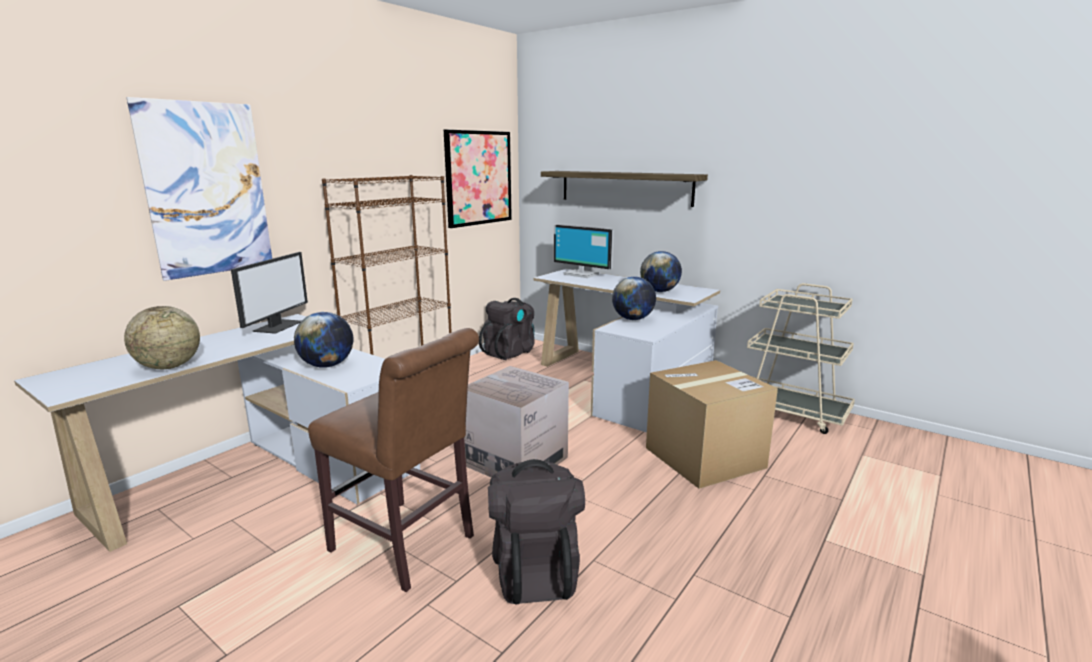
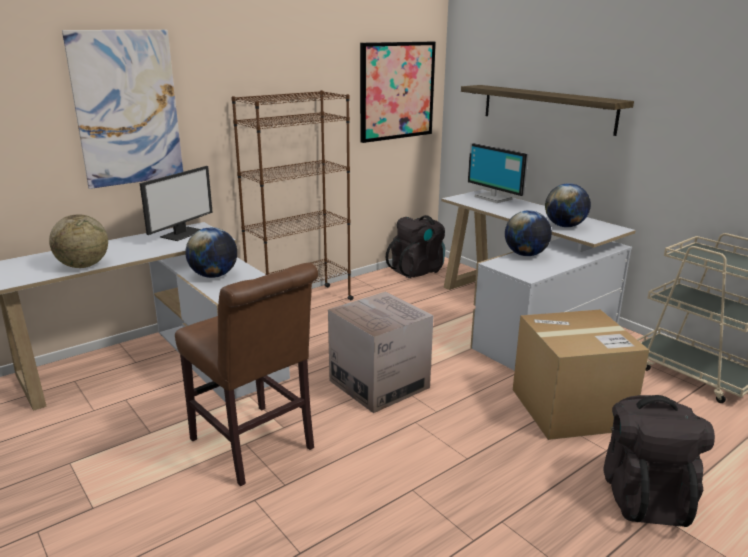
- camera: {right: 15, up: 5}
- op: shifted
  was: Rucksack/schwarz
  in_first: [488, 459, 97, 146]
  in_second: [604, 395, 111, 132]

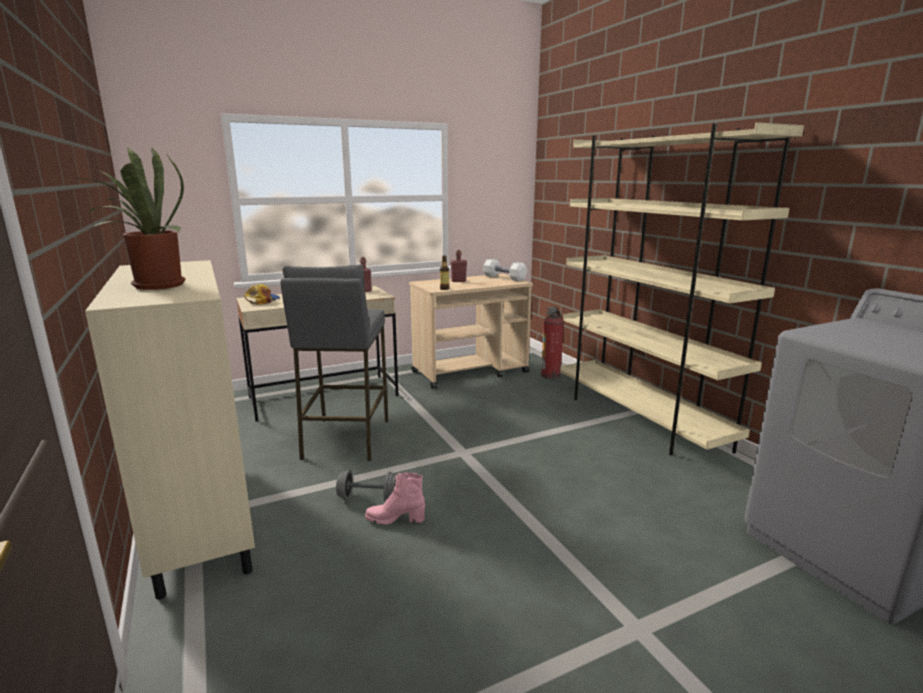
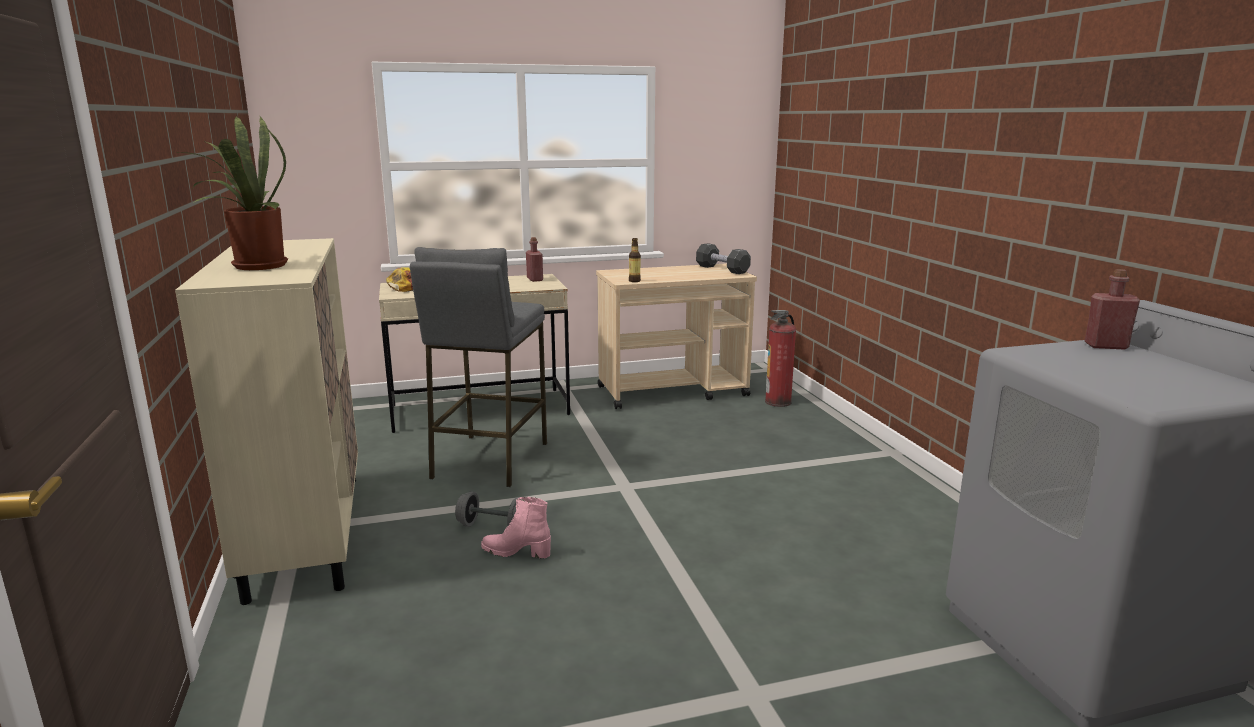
- camera: {right: 10, up: 0}
- op: repainted
  was: Hantel/weiß
  now: Hantel/schwarz
  in_first: [483, 259, 44, 22]
  in_second: [696, 243, 55, 31]
- op: shifted
  was: Flasche/rot
  in_first: [451, 250, 16, 32]
  in_second: [1085, 269, 55, 81]
- op: gone
  was: Bücherregal/beige
  in_first: [560, 122, 244, 333]

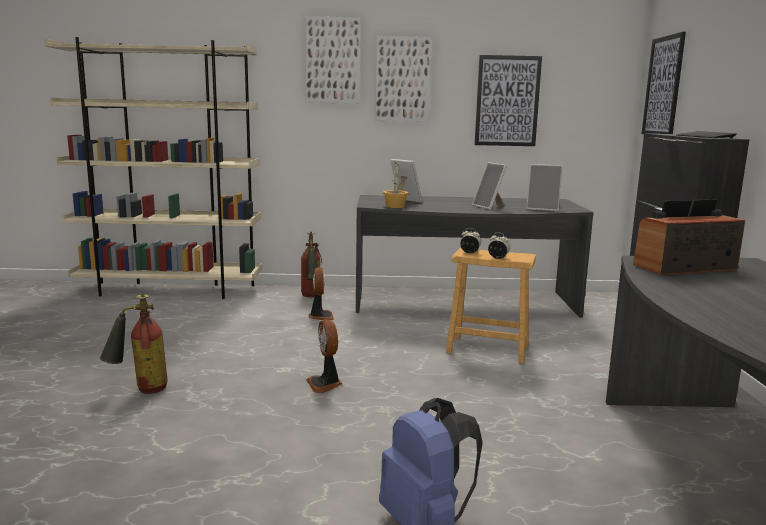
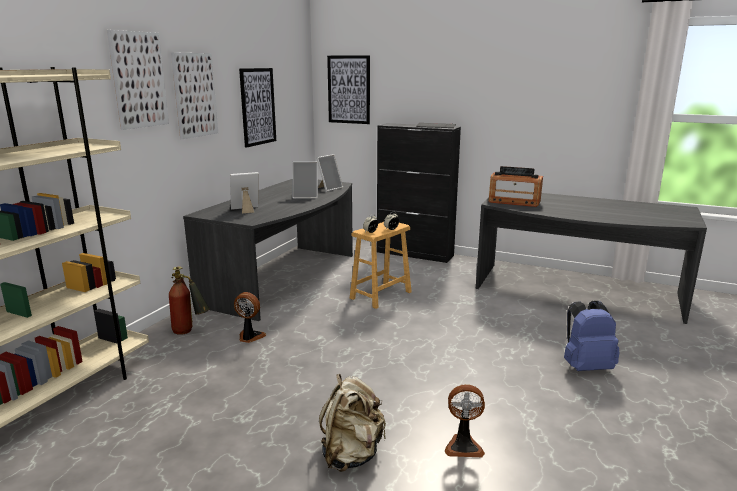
- camera: {right: -65, up: 5}
- op: swapped
  was: Feuerlöscher
  now: Rucksack/beige
  in_first: [100, 294, 68, 100]
  in_second: [319, 374, 67, 98]
- op: shifted
  was: Ventilator
  in_first: [306, 319, 36, 74]
  in_second: [445, 384, 40, 73]
- op: rotated
  was: Radio
  in_first: [633, 199, 112, 76]
  in_second: [489, 166, 54, 41]
  clockwise: -75
- op: gone
  was: Topfpflanze
  in_first: [382, 162, 27, 46]

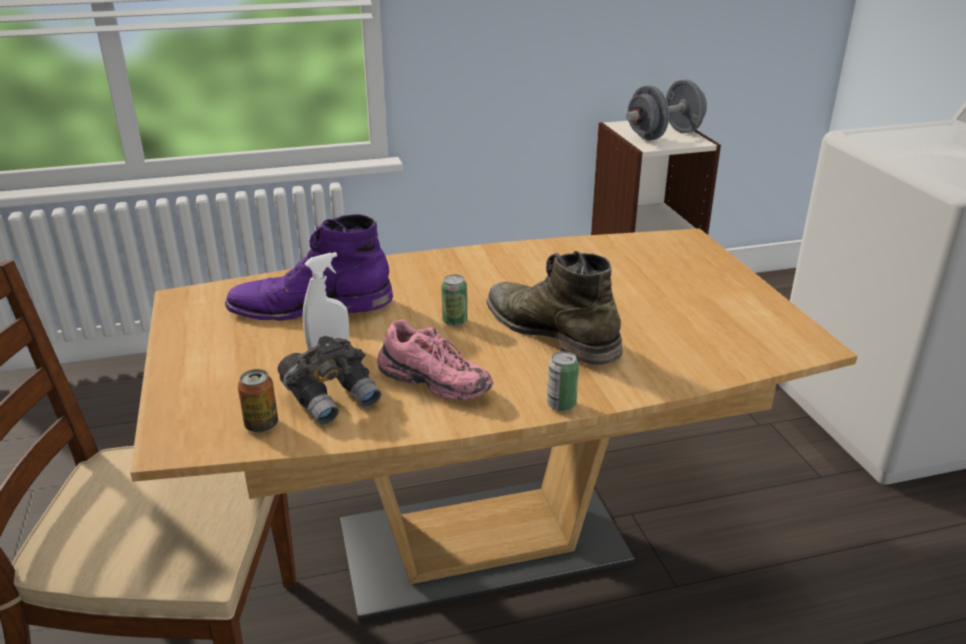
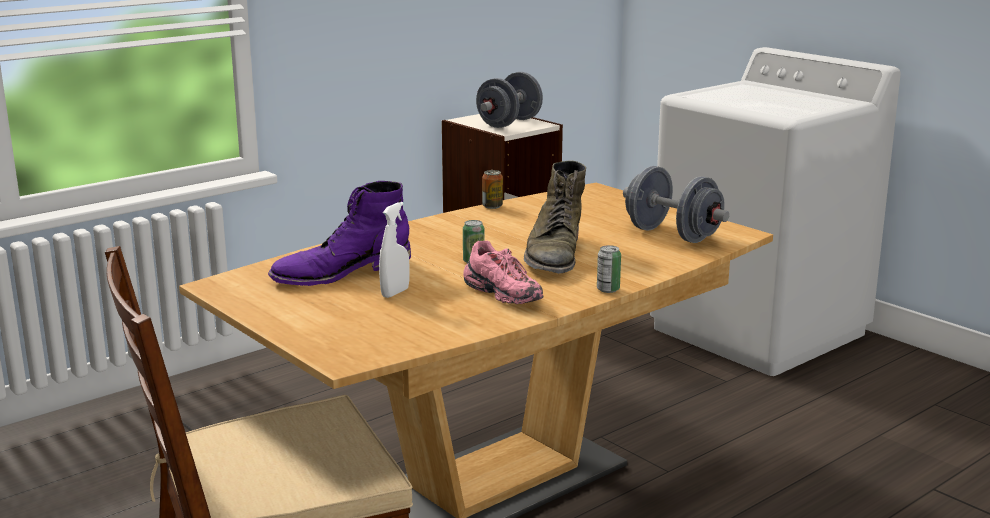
- camera: {right: -25, up: -10}
- op: rotated
  was: Schuh/rosa
  in_first: [377, 320, 117, 80]
  in_second: [463, 240, 80, 64]
  clockwise: 45
- op: shifted
  was: Dose
  in_first: [238, 369, 40, 64]
  in_second: [482, 170, 21, 39]
- op: rotated
  was: Stiefel/grün
  in_first: [486, 251, 137, 114]
  in_second: [524, 161, 62, 113]
  clockwise: -105
- op: new
  now: Hantel/grau
  in_second: [623, 166, 106, 77]
- op: gone
  was: Fernglas/grau
  in_first: [278, 336, 103, 89]

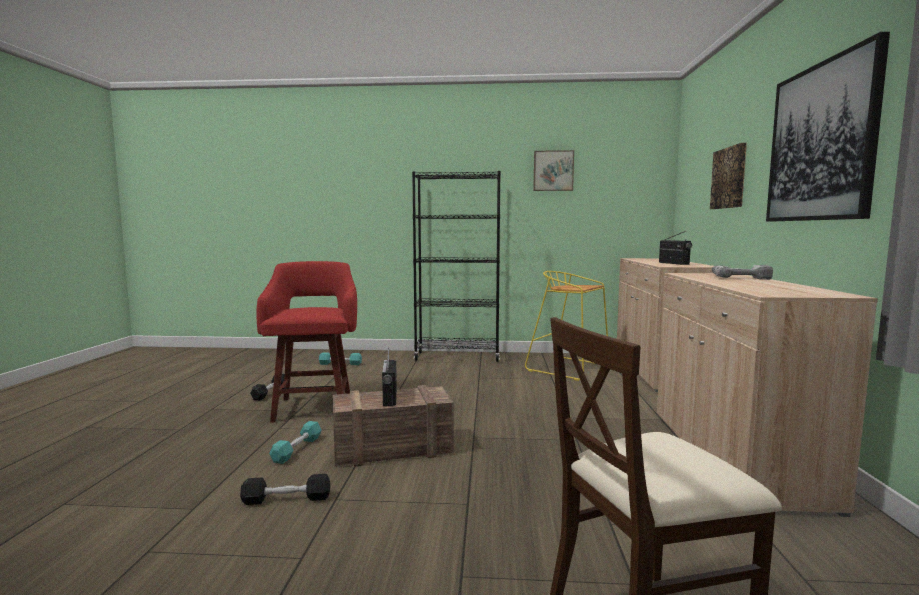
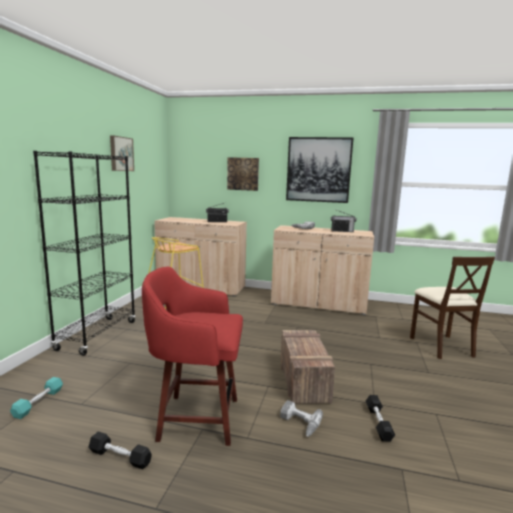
- camera: {right: -80, up: 5}
- op: swapped
  was: Hantel/türkis
  now: Bohrmaschine
  in_first: [269, 421, 53, 43]
  in_second: [280, 400, 43, 37]
- op: shifted
  was: Radio
  in_first: [382, 347, 15, 60]
  in_second: [331, 210, 25, 22]

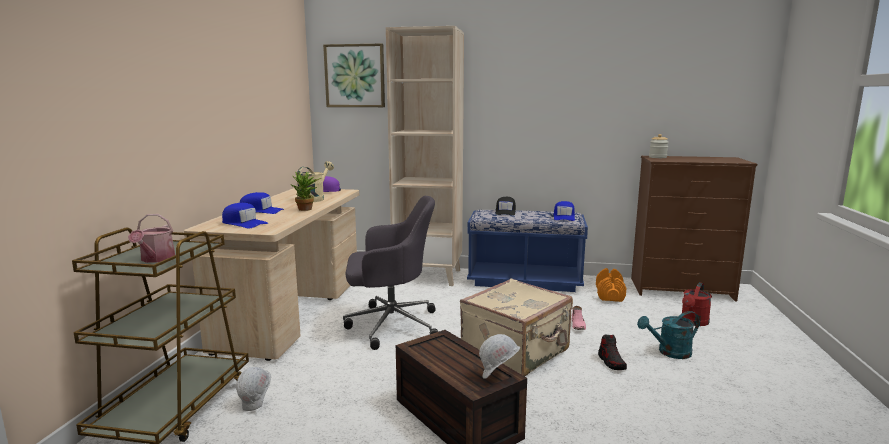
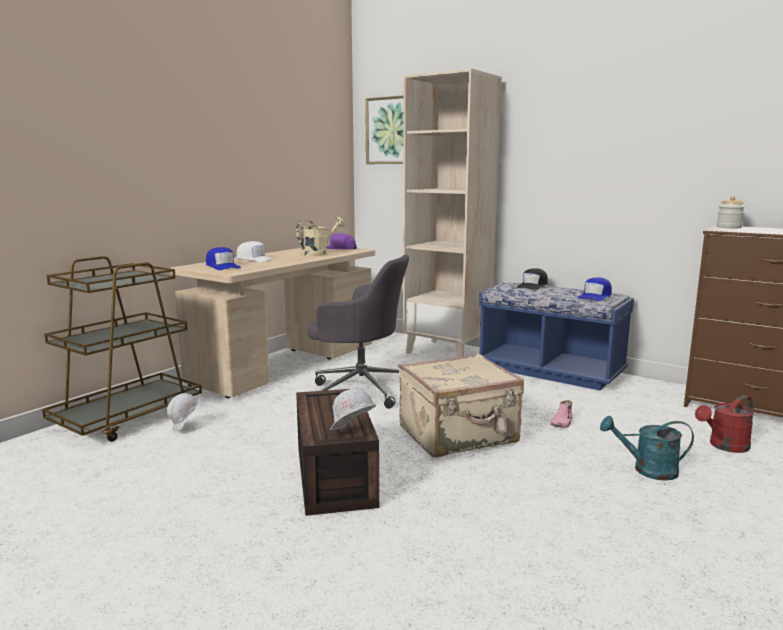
- camera: {right: 25, up: 0}
- op: repainted
  was: Kappe/blau
  now: Kappe/weiß
  in_first: [240, 192, 44, 22]
  in_second: [236, 241, 40, 21]
- op: gone
  was: Gießkanne
  in_first: [128, 214, 47, 49]
- op: gone
  was: Topfpflanze
  in_first: [290, 171, 31, 40]
- op: gone
  was: Hantel/orange
  in_first: [596, 268, 30, 34]
- op: gone
  was: Schuh
  in_first: [598, 334, 29, 36]

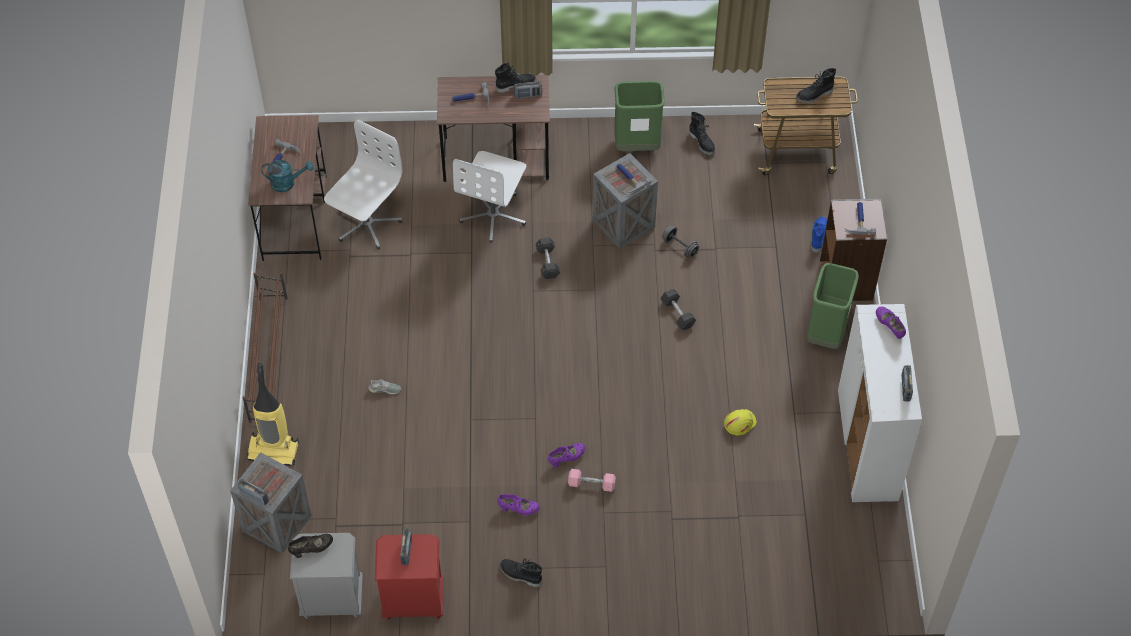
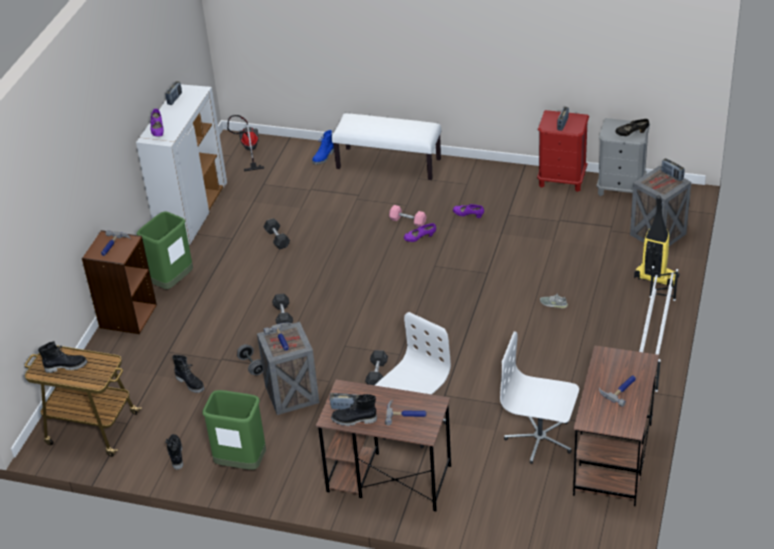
- camera: {right: -160, up: -15}
- op: shifted
  was: Stiefel/schwarz
  in_first: [499, 558, 43, 29]
  in_second: [172, 355, 32, 38]
- op: new
  now: Staubsauger
  in_second: [227, 115, 37, 56]
- op: swapped
  was: Schutzhelm/gelb
  now: Hantel/grau
  in_first: [724, 409, 33, 27]
  in_second: [264, 218, 26, 31]
- op: shifted
  was: Stiefel/blau
  in_first: [811, 216, 16, 37]
  in_second: [312, 130, 22, 35]
- op: new
  now: Bank/weiß
  in_second: [332, 113, 109, 67]
- op: rotated
  was: Bürostuhl/weiß
  in_first: [324, 120, 78, 129]
  in_second: [500, 332, 79, 132]
  clockwise: 60
- op: repainted
  was: Schuhregal/braun
  now: Schuhregal/weiß
  in_first: [243, 272, 45, 151]
  in_second: [639, 266, 39, 126]
- op: gone
  was: Gießkanne/türkis
  in_first: [262, 160, 51, 32]

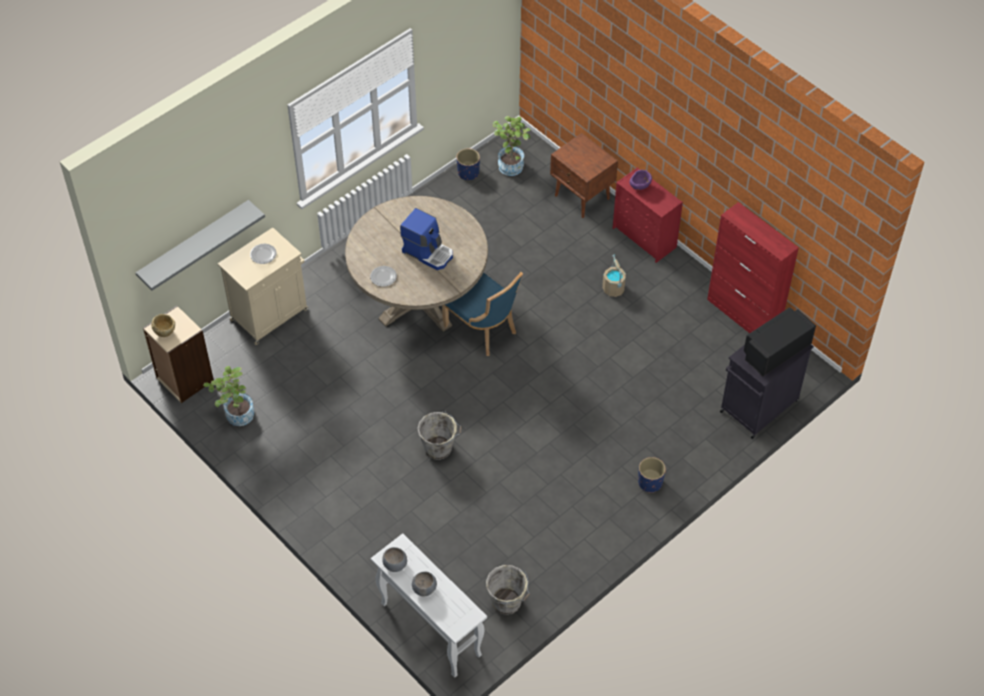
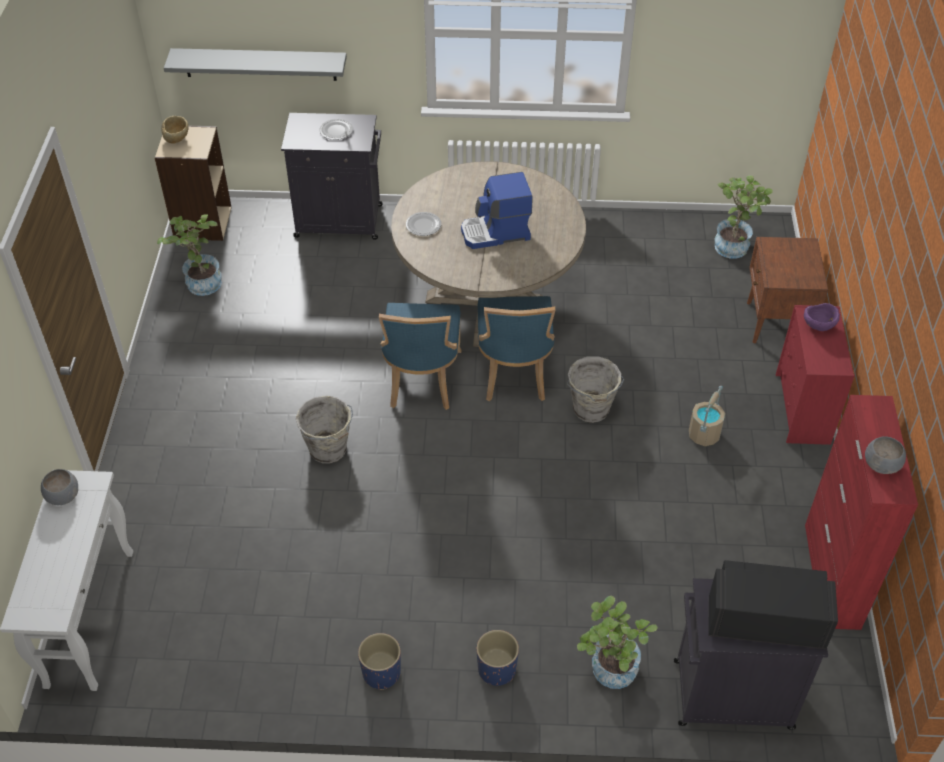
- camera: {right: 45, up: -5}
- op: repainted
  was: Schrank/beige
  now: Schrank/schwarz
  in_first: [218, 227, 90, 118]
  in_second: [281, 113, 102, 127]
- op: shifted
  was: Pflanzkübel/blau
  in_first: [457, 149, 23, 31]
  in_second: [358, 633, 43, 57]
- op: new
  now: Stuhl/blau
  in_second: [379, 303, 82, 107]
- op: rotated
  was: Kaffeemaschine
  in_first: [400, 208, 53, 62]
  in_second: [461, 172, 72, 77]
  clockwise: 90
- op: shifted
  was: Eimer/grau
  in_first: [486, 565, 44, 50]
  in_second: [567, 356, 57, 67]
- op: new
  now: Topfpflanze
  in_second: [577, 596, 81, 93]
- op: shifted
  was: Schüssel/grau
  in_first: [412, 572, 25, 24]
  in_second: [865, 436, 41, 38]

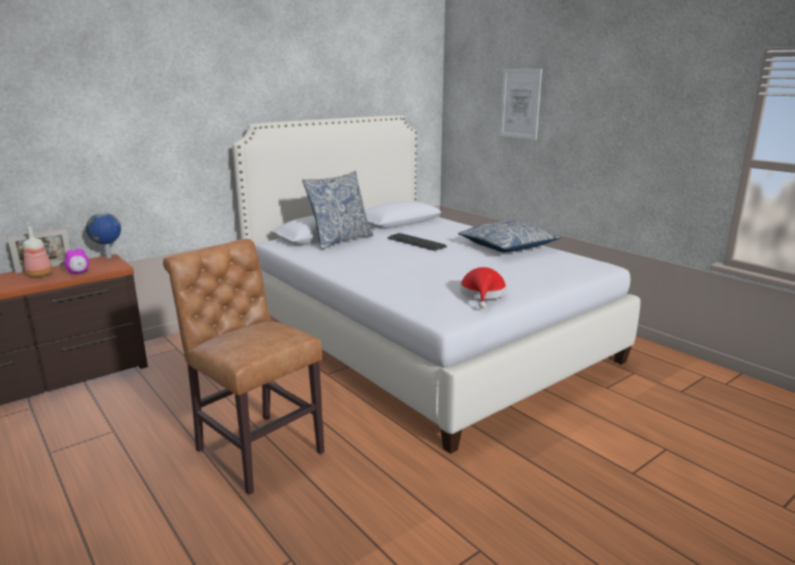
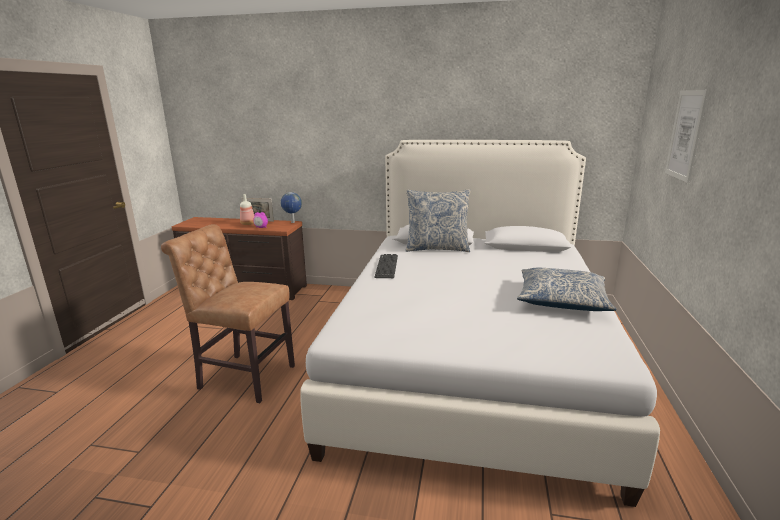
- camera: {right: 50, up: 0}
- op: rotated
  was: Stuhl/braun
  in_first: [163, 239, 161, 256]
  in_second: [161, 224, 134, 179]
  clockwise: -75
- op: shifted
  was: Tastatur
  in_first: [387, 233, 60, 18]
  in_second: [374, 254, 24, 24]
- op: gone
  was: Hut/rot
  in_first: [460, 267, 47, 41]

